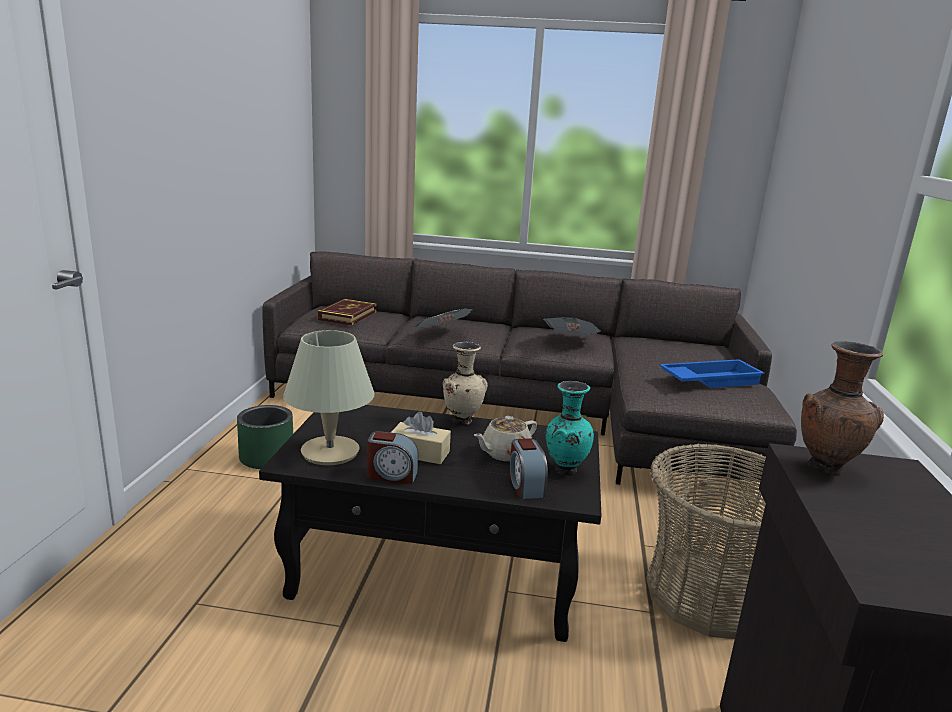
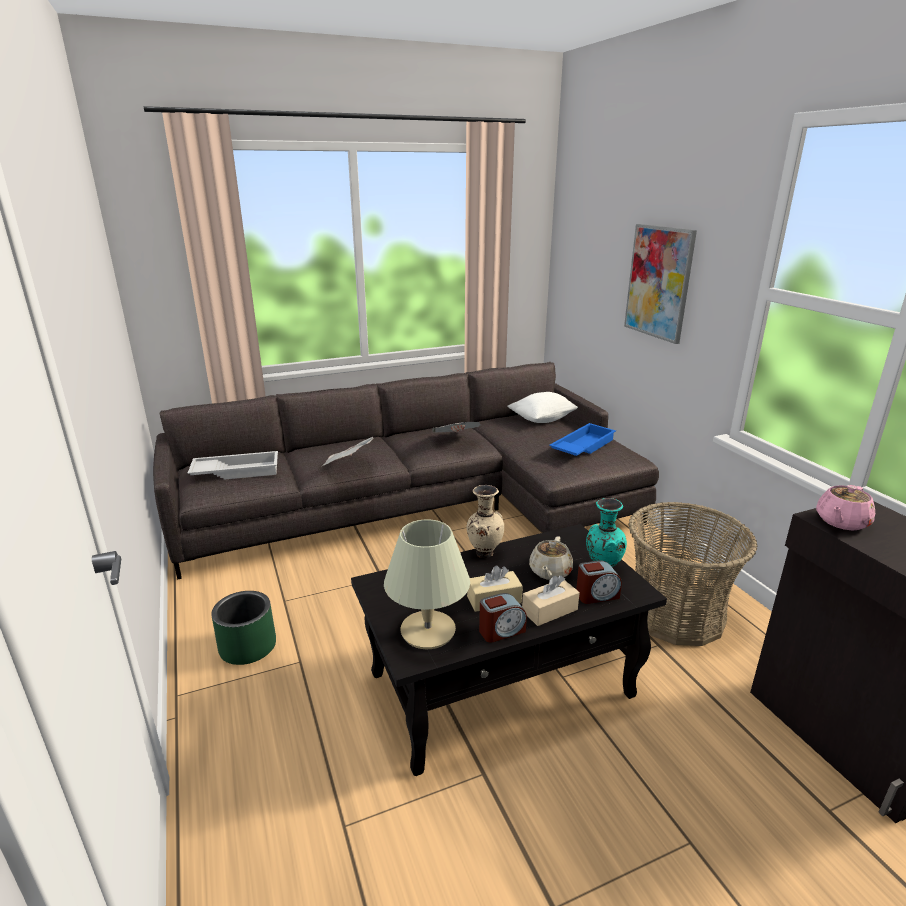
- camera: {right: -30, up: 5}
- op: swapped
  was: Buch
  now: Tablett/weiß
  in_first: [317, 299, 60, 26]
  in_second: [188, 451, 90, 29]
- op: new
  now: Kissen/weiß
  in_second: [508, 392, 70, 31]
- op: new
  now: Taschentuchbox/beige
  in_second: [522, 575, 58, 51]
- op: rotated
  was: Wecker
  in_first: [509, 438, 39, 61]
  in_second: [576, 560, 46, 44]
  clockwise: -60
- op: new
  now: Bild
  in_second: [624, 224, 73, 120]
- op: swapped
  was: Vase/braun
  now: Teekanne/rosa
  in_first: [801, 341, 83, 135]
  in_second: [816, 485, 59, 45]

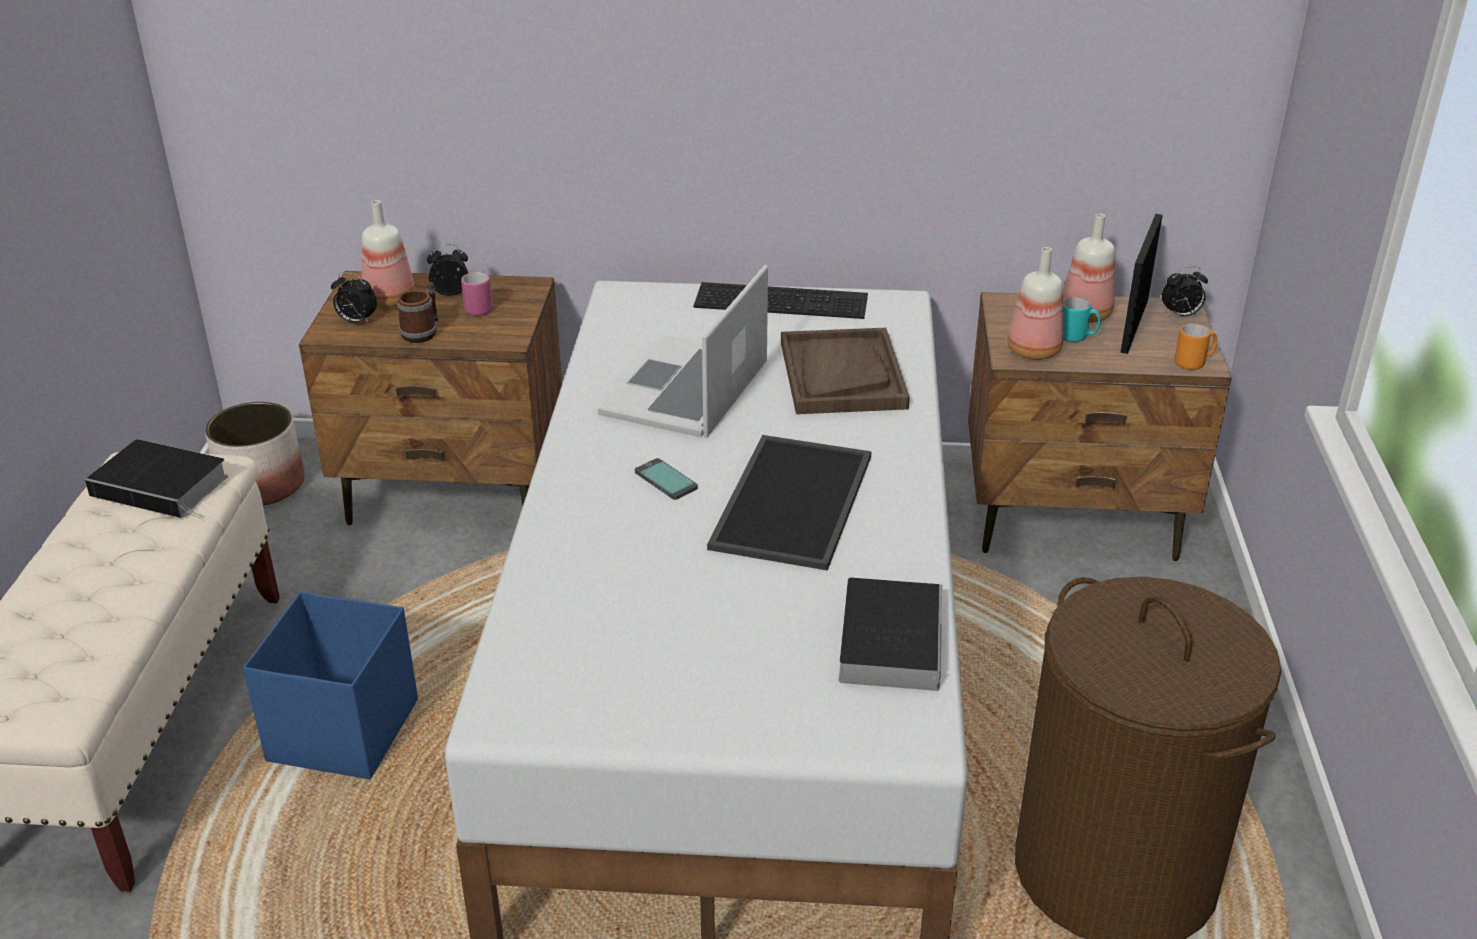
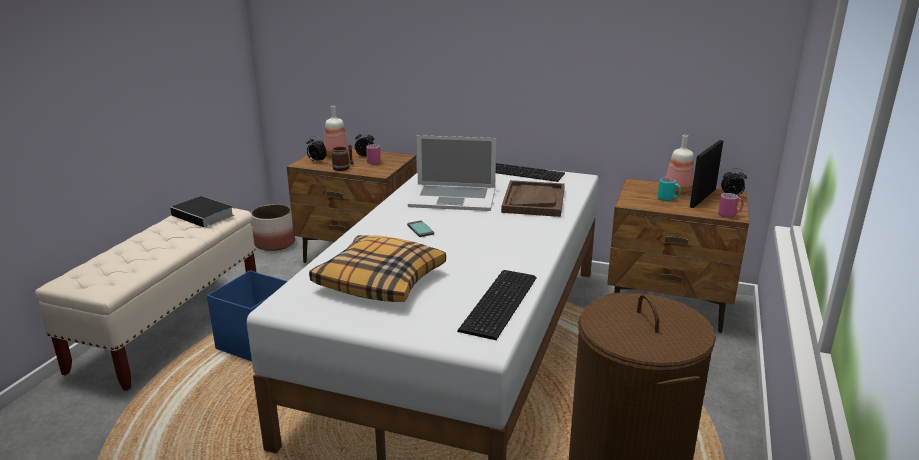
- camera: {right: 15, up: -10}
- op: new
  now: Kissen
  in_second: [309, 235, 137, 67]
- op: rotated
  was: Laptop
  in_first: [598, 265, 170, 173]
  in_second: [408, 135, 88, 76]
  clockwise: -120
- op: swapped
  was: Buch
  now: Tastatur
  in_first: [839, 578, 103, 113]
  in_second: [457, 270, 80, 70]
- op: repainted
  was: Henkelbecher/orange
  now: Henkelbecher/rosa
  in_first: [1174, 323, 43, 47]
  in_second: [718, 193, 25, 25]
- op: gone
  was: Tablett
  in_first: [707, 435, 165, 136]
- op: gone
  was: Flasche
  in_first: [1007, 247, 57, 113]

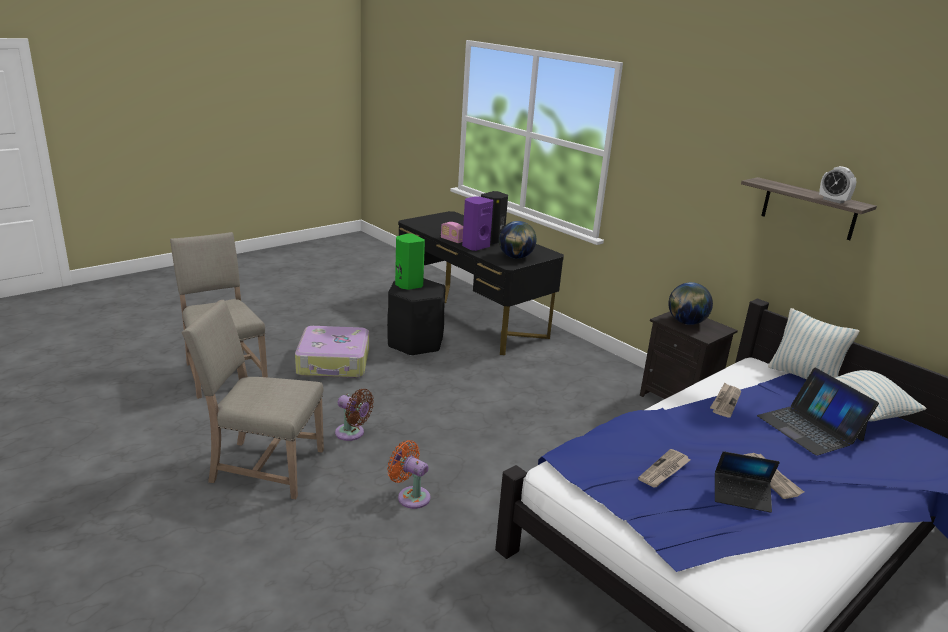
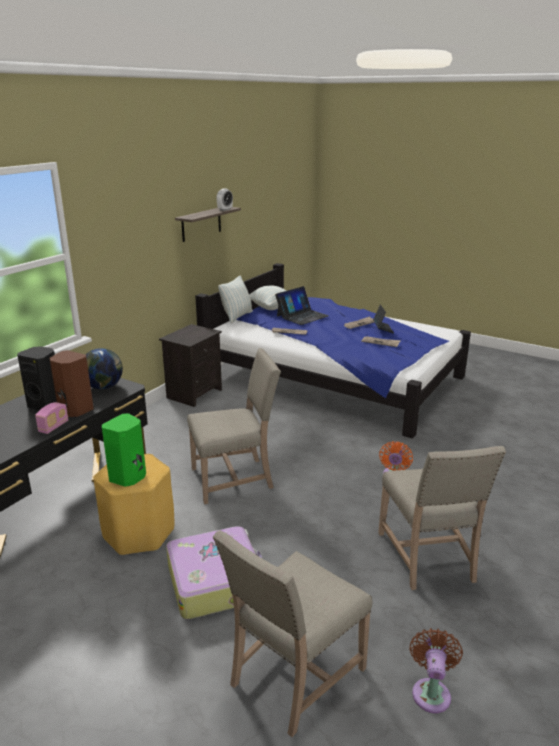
- camera: {right: -105, up: 0}
- op: repainted
  was: Lautsprecher/lila
  now: Lautsprecher/braun
  in_first: [462, 197, 31, 54]
  in_second: [49, 350, 44, 67]
- op: repainted
  was: Hocker/schwarz
  now: Hocker/gelb
  in_first: [387, 278, 59, 78]
  in_second: [93, 454, 81, 101]
- op: new
  now: Stuhl/beige
  in_second: [187, 348, 94, 156]
- op: shifted
  was: Ventilator/braun
  in_first: [335, 389, 39, 52]
  in_second: [409, 628, 54, 85]
- op: gone
  was: Globus
  in_first: [668, 282, 45, 43]

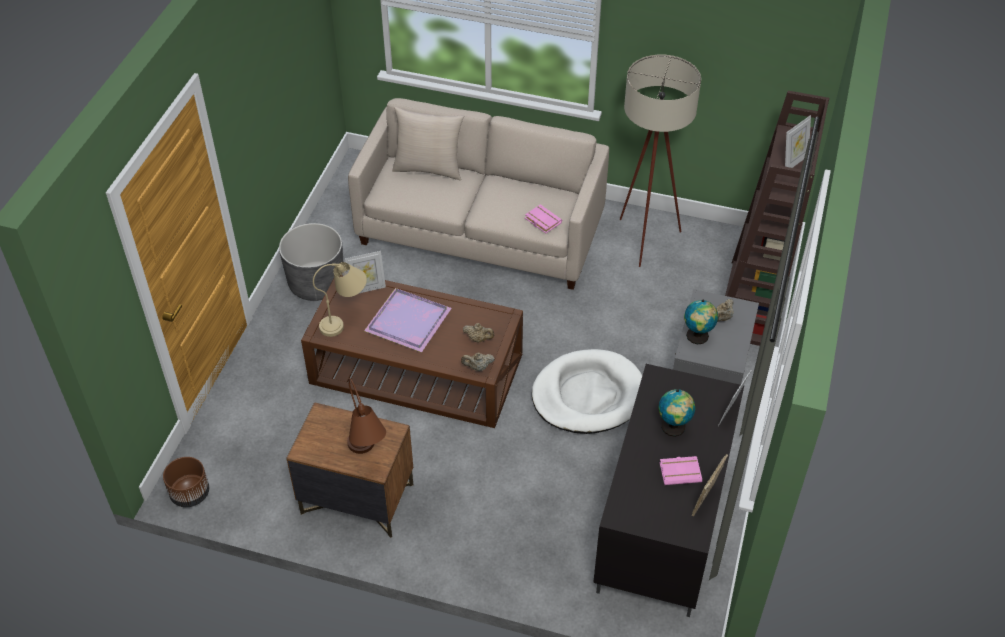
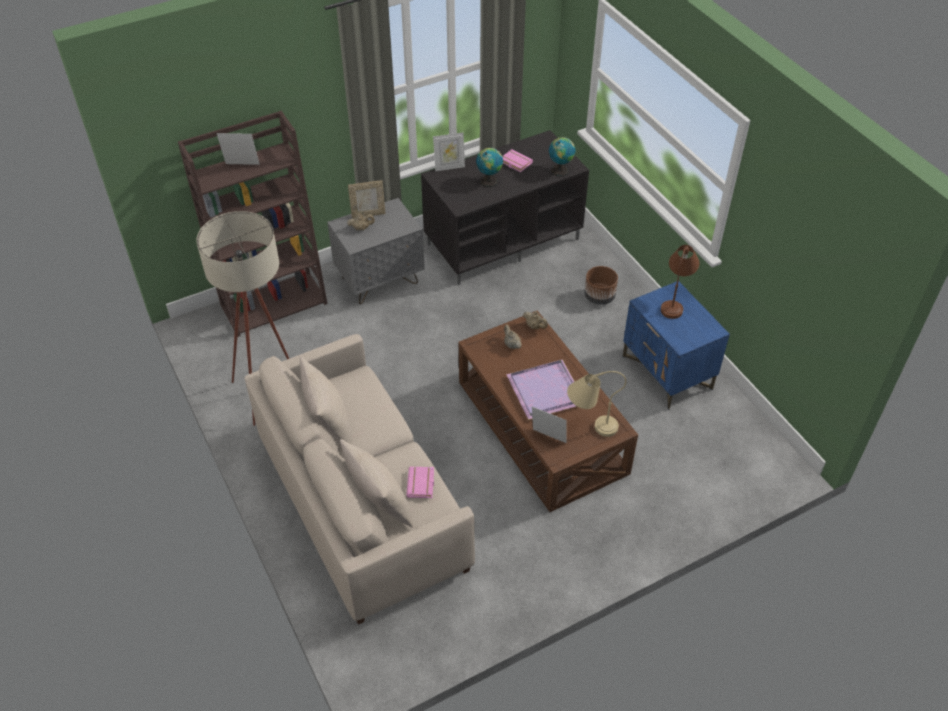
- camera: {right: -135, up: 0}
- op: new
  now: Kissen/beige
  in_second: [300, 357, 52, 88]
- op: shifted
  was: Bilderrahmen
  in_first: [692, 454, 36, 62]
  in_second: [348, 181, 38, 37]
- op: shifted
  was: Buch/rosa
  in_first: [525, 204, 37, 29]
  in_second: [406, 467, 28, 31]
- op: shifted
  was: Globus
  in_first: [684, 300, 34, 44]
  in_second: [549, 137, 26, 39]
- op: shifted
  was: Pflanzkübel/braun
  in_first: [163, 457, 46, 50]
  in_second: [584, 266, 34, 39]
- op: repainted
  was: Nachttisch/braun
  now: Nachttisch/blau
  in_first: [286, 402, 127, 136]
  in_second: [622, 281, 108, 129]
- op: gone
  was: Pflanzkübel/grau
  in_first: [279, 223, 64, 78]
- op: gone
  was: Hundebett/weiß
  in_first: [532, 349, 110, 85]

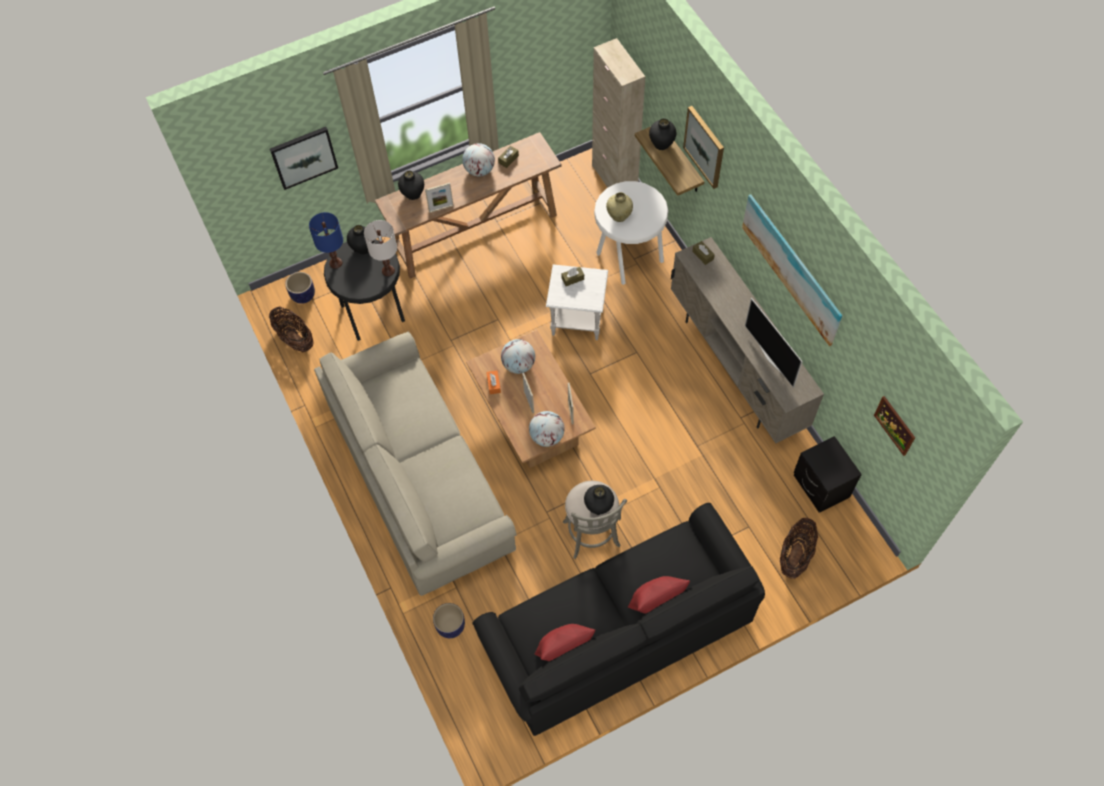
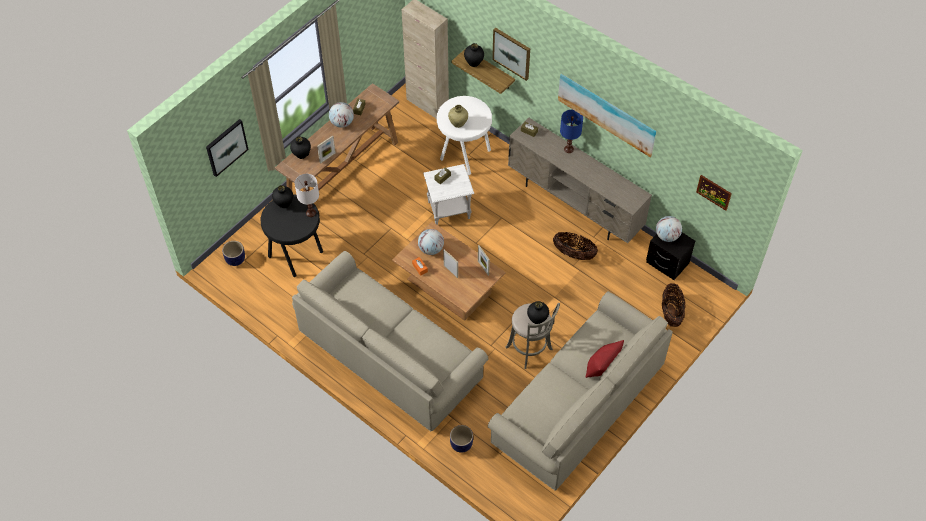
- camera: {right: -25, up: -5}
- op: repainted
  was: Sofa/schwarz
  now: Sofa/beige
  in_first: [473, 503, 292, 233]
  in_second: [488, 291, 185, 200]
- op: shifted
  was: Korb
  in_first: [269, 306, 45, 46]
  in_second: [553, 232, 45, 28]
- op: shifted
  was: Tischlampe/blau
  in_first: [309, 212, 34, 57]
  in_second: [560, 110, 23, 43]
- op: shifted
  was: Globus
  in_first: [529, 411, 36, 36]
  in_second: [656, 216, 26, 26]
- op: gone
  was: Kissen/rot
  in_first: [534, 624, 61, 37]
- op: gone
  was: Fernseher
  in_first: [745, 298, 58, 90]

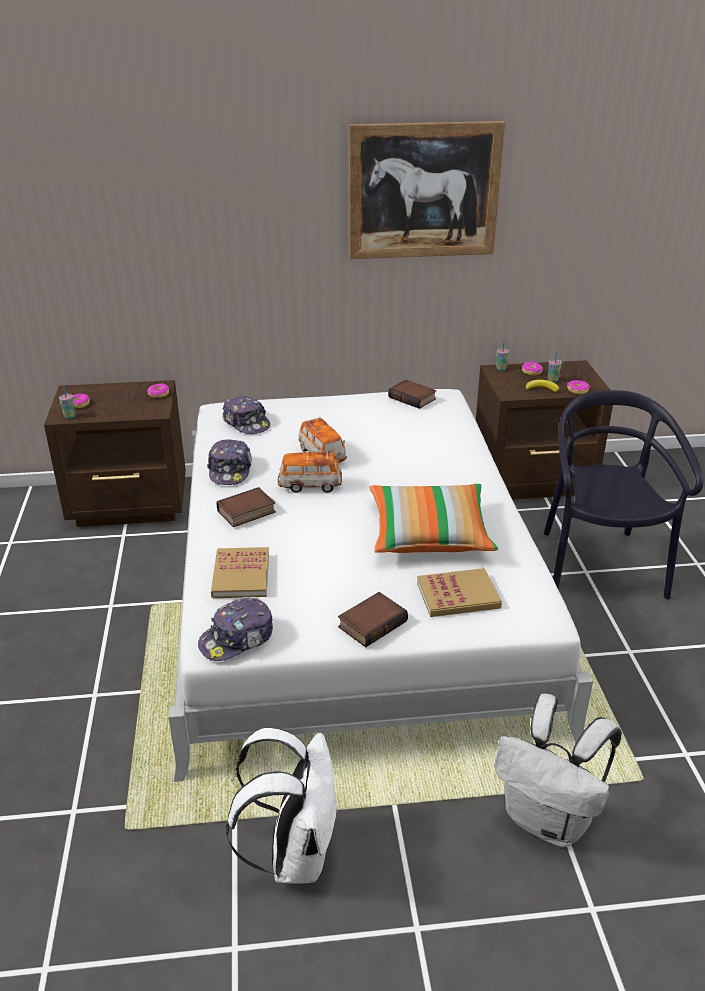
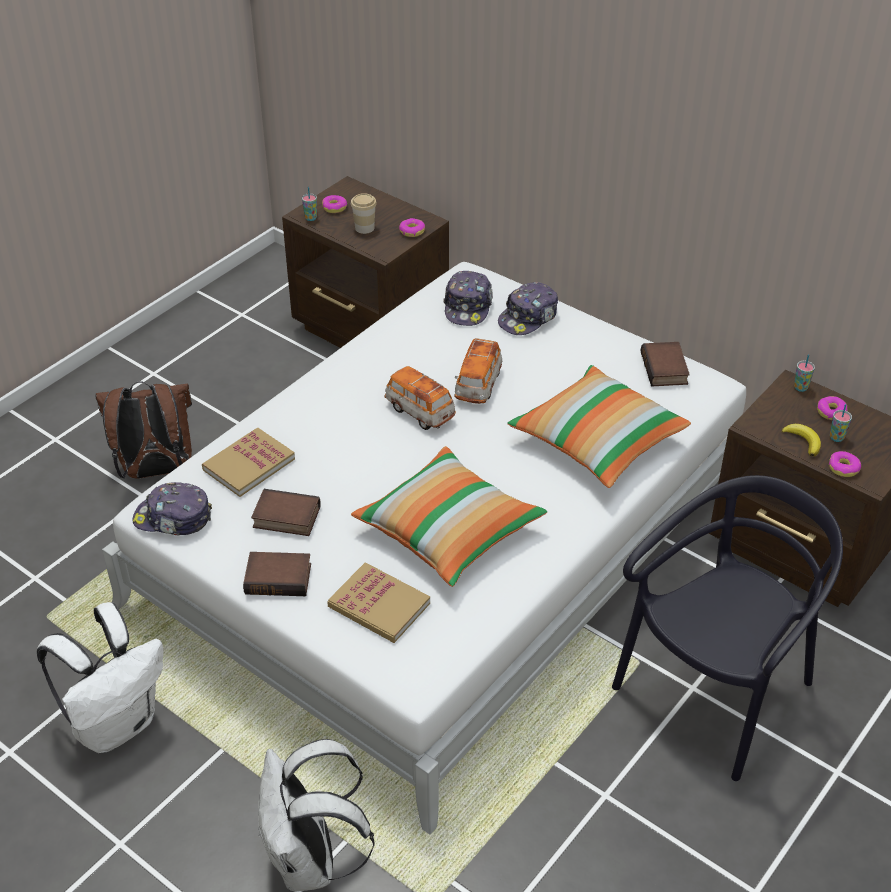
- camera: {right: 45, up: 10}
- op: new
  now: Rucksack/braun
  in_second: [95, 382, 97, 97]
- op: shifted
  was: Buch
  in_first: [216, 487, 60, 40]
  in_second: [251, 489, 70, 47]
- op: new
  now: Tasse
  in_second: [351, 193, 26, 41]
- op: shifted
  was: Kappe
  in_first: [207, 439, 45, 46]
  in_second: [498, 282, 60, 53]
- op: new
  now: Kissen
  in_second: [507, 365, 184, 123]
- op: gone
  was: Bild
  in_first: [349, 121, 156, 138]

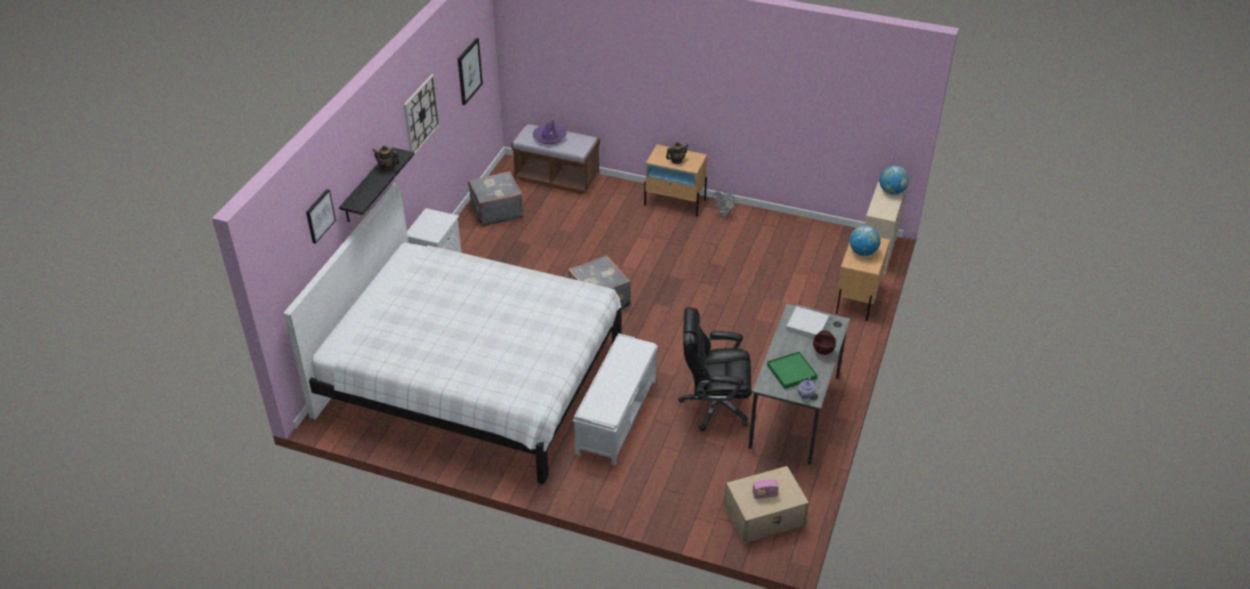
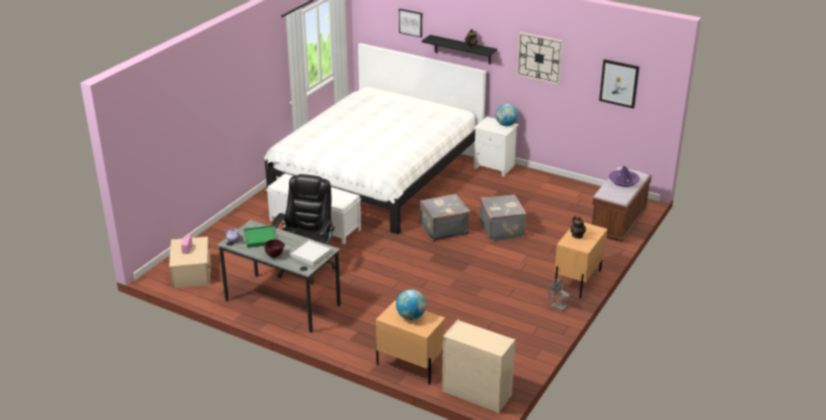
- camera: {right: 100, up: -10}
- op: shifted
  was: Koffer/grau
  in_first: [468, 171, 55, 56]
  in_second: [480, 194, 47, 47]
- op: shifted
  was: Globus
  in_first: [879, 166, 30, 29]
  in_second: [496, 104, 22, 22]

